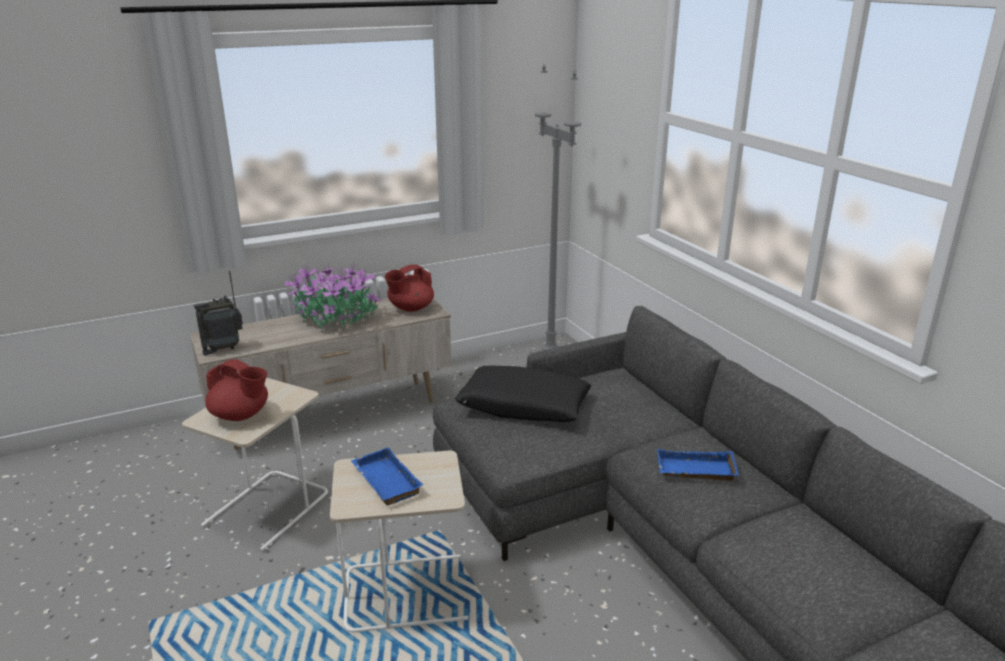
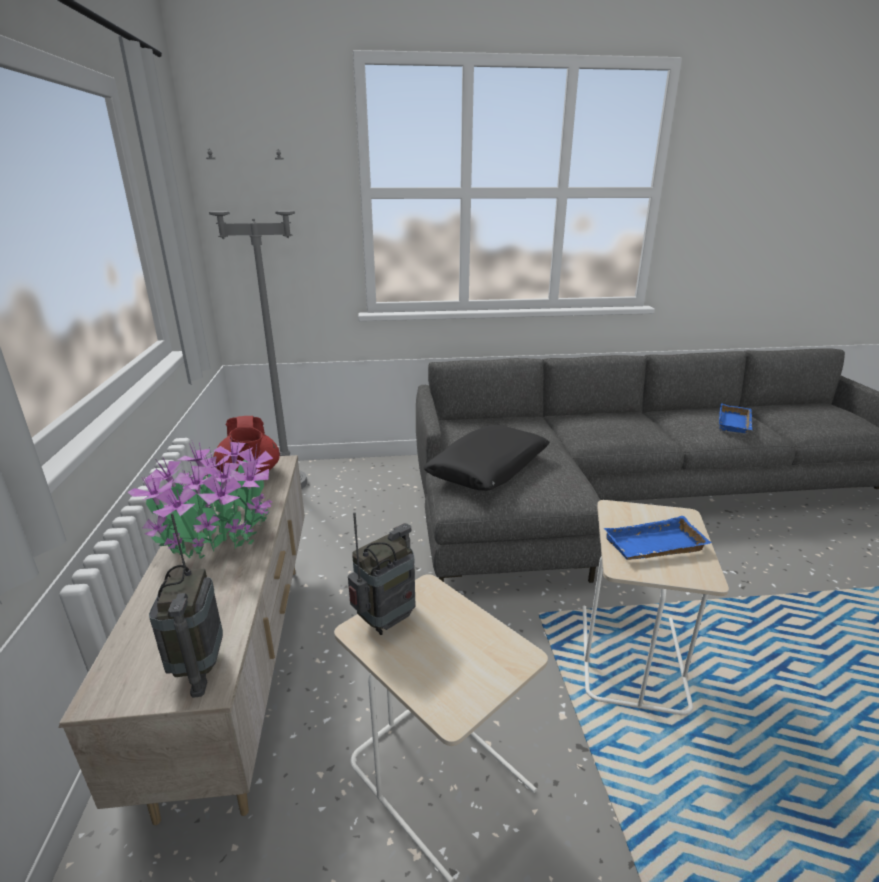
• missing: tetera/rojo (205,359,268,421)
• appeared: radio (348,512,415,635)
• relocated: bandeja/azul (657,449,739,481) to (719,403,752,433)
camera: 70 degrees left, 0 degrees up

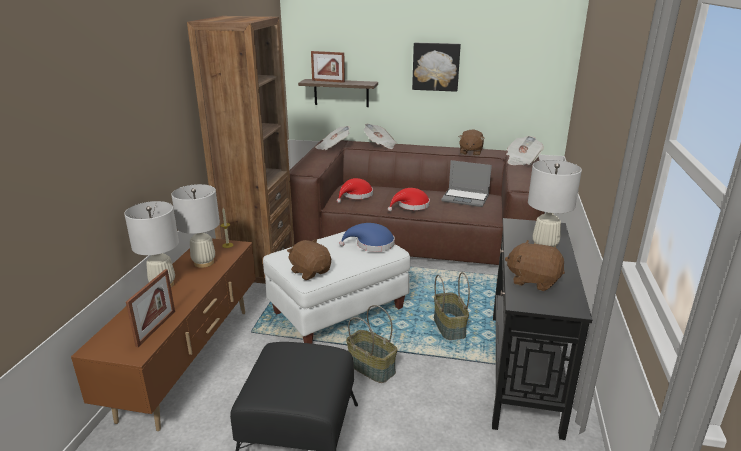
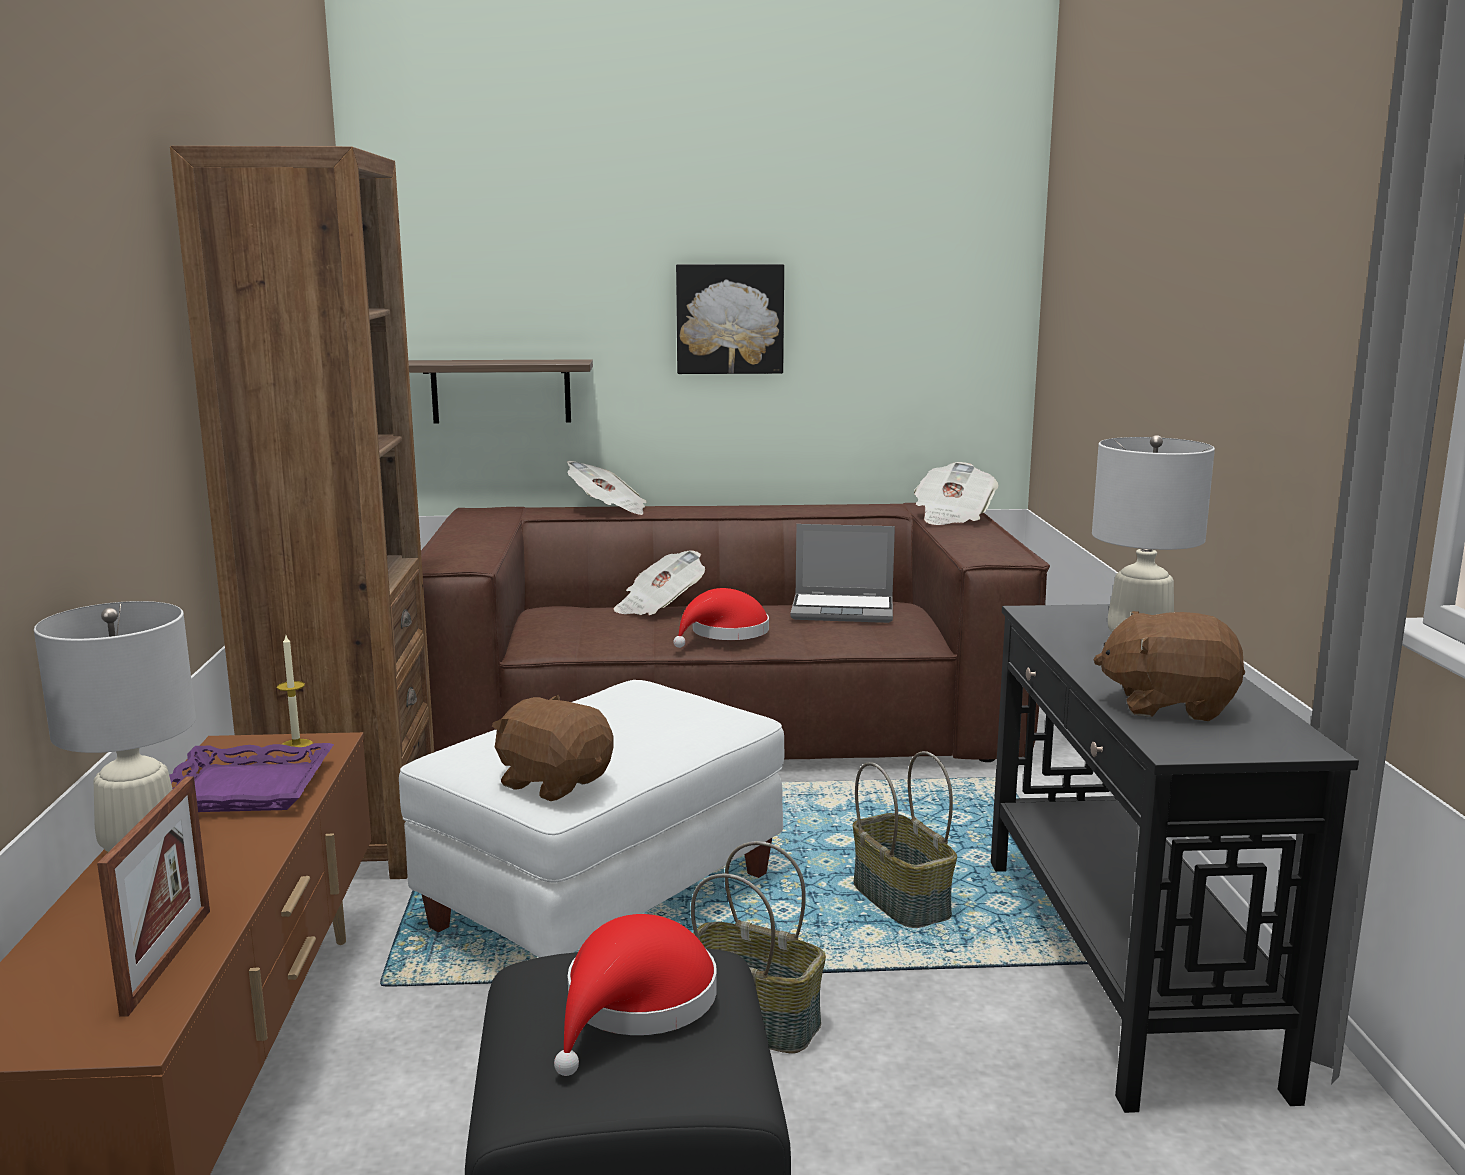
• missing: portarretratos (311,51,345,83)
• missing: sombrero/azul (339,223,395,252)
• missing: peluche/marrón (458,129,485,156)
• relocated: periódico (315,126,350,150) to (613,550,705,615)
• relocated: sombrero/rojo (337,178,373,203) to (554,914,717,1076)
• exchanged: lámpara de mesa/blanco (171,184,220,268) to bandeja/morado (169,743,334,812)
camera: 15 degrees left, 10 degrees down

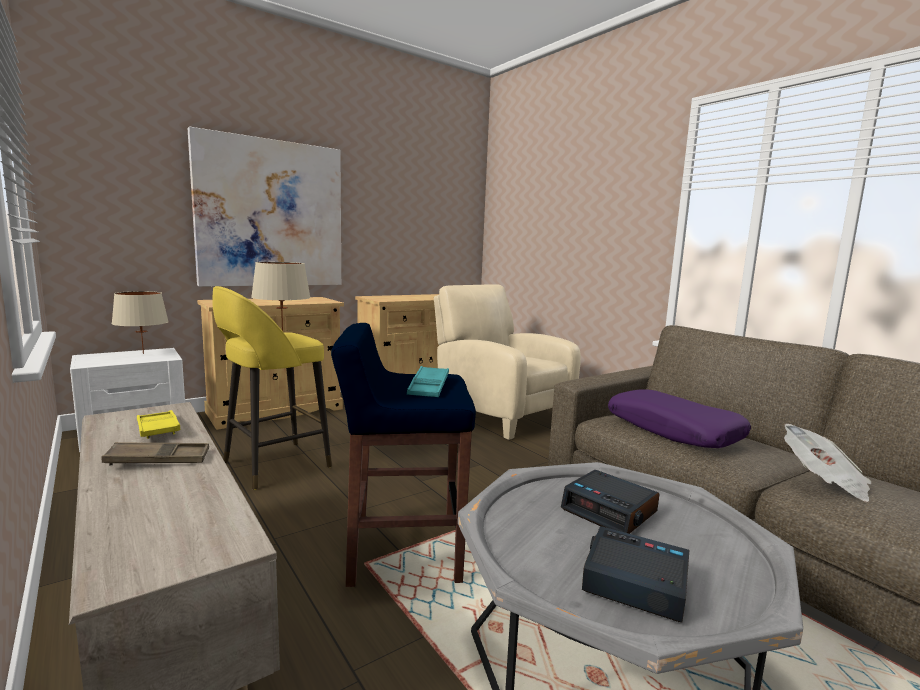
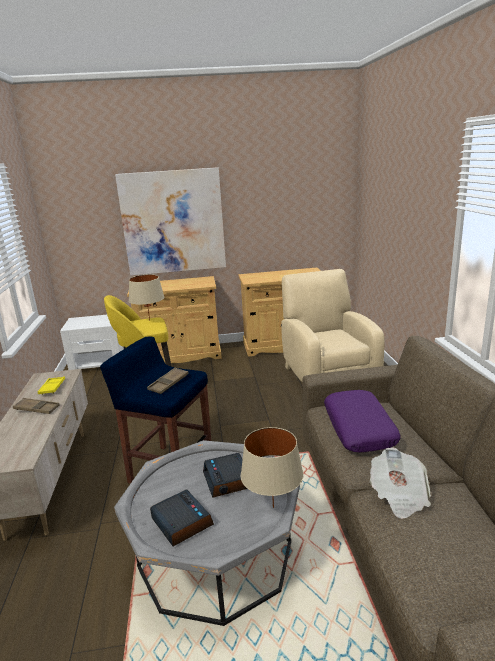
• relocated: lámpara de mesa/beis (111,291,169,354) to (241,427,304,508)
• colour: bandeja/turquesa (407,366,449,397) to bandeja/marrón (147,367,189,394)
camera: 30 degrees right, 10 degrees up

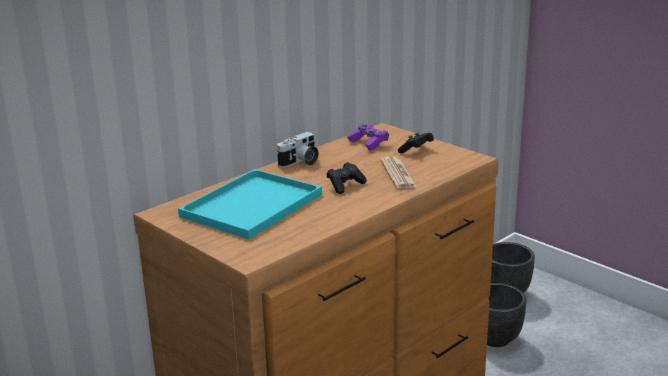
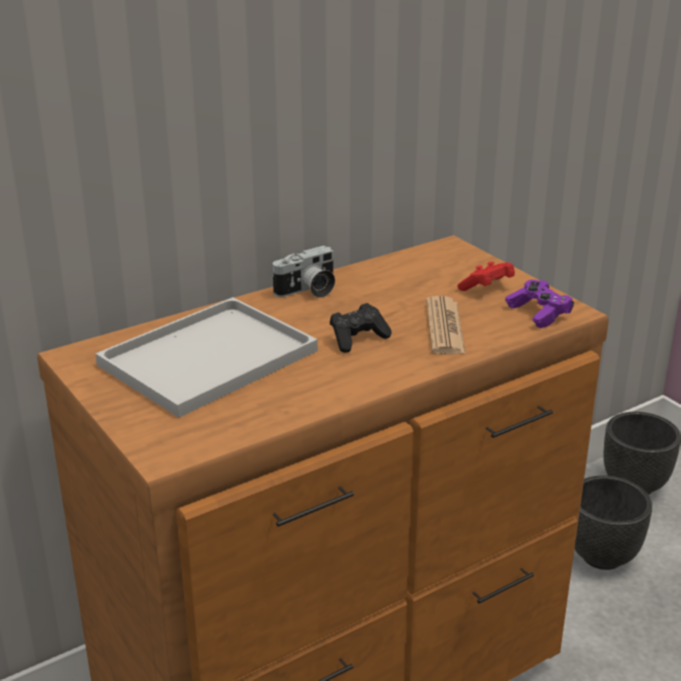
• relocated: mando de consola/morado (347,124,389,150) to (505,280,574,328)
• colour: bandeja/turquesa (178,169,322,239) to bandeja/blanco (95,297,318,418)
• colour: mando de consola/negro (398,133,434,153) to mando de consola/rojo (457,261,515,291)
camera: 10 degrees right, 5 degrees up

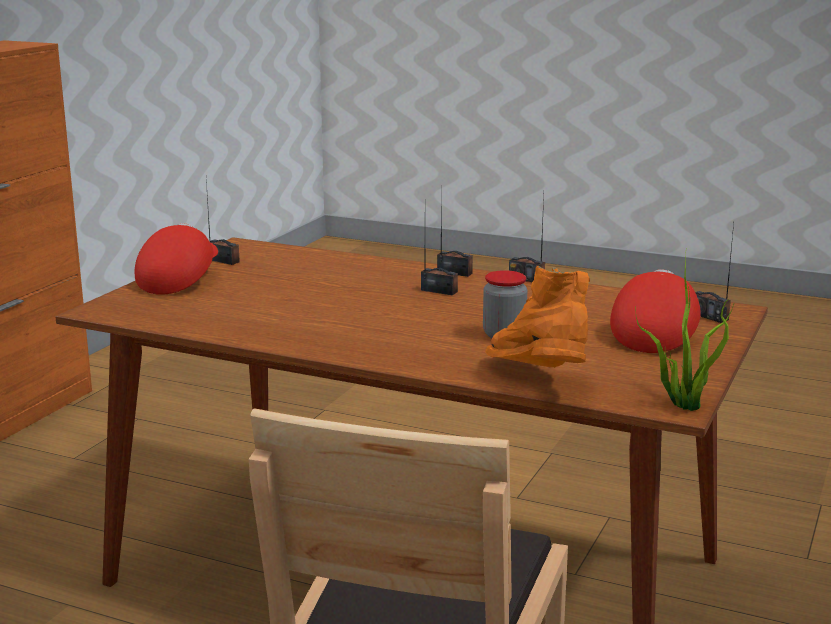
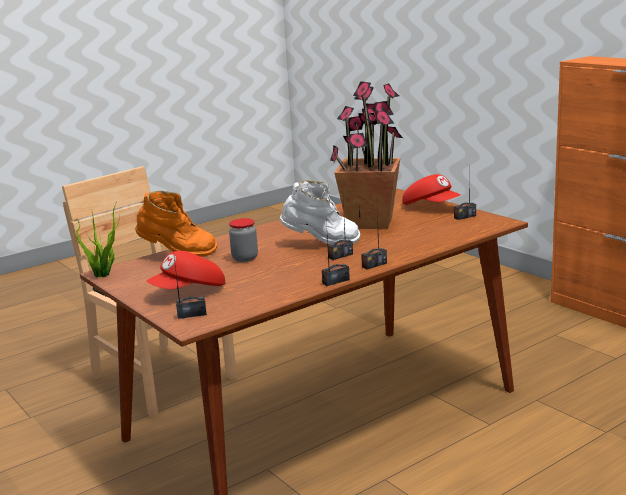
• appeared: bota/blanco (280,180,360,244)
• appeared: planta en maceta (330,81,403,229)
• spun: gorra/rojo (610,269,701,353) = (147,251,225,289) 90 degrees clockwise
camera: 120 degrees right, 0 degrees up

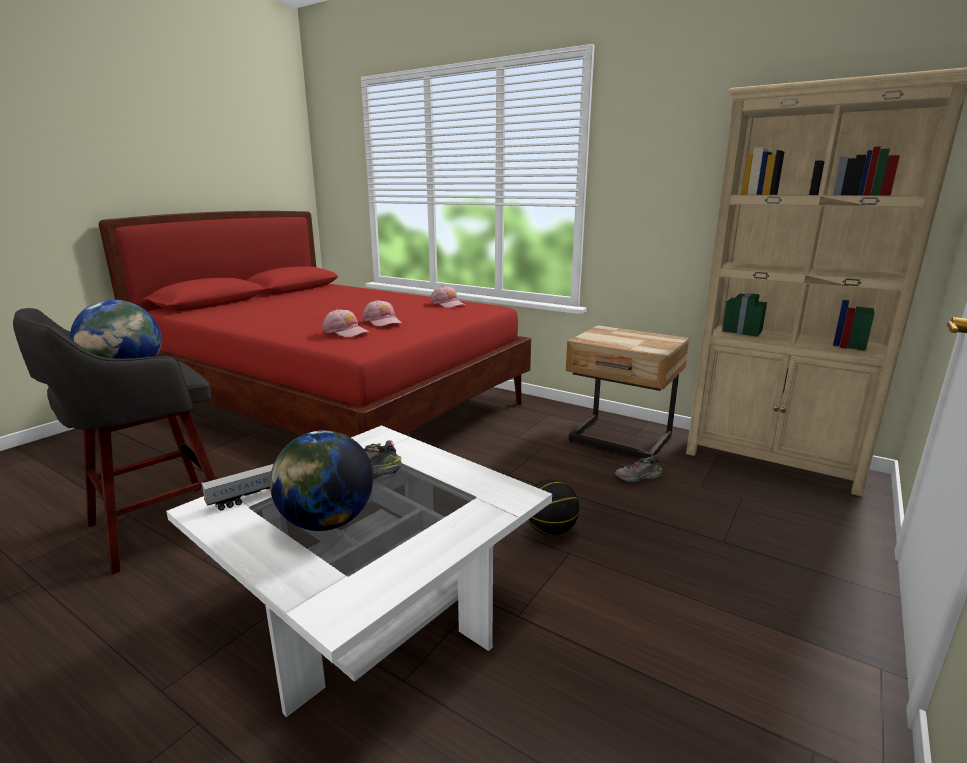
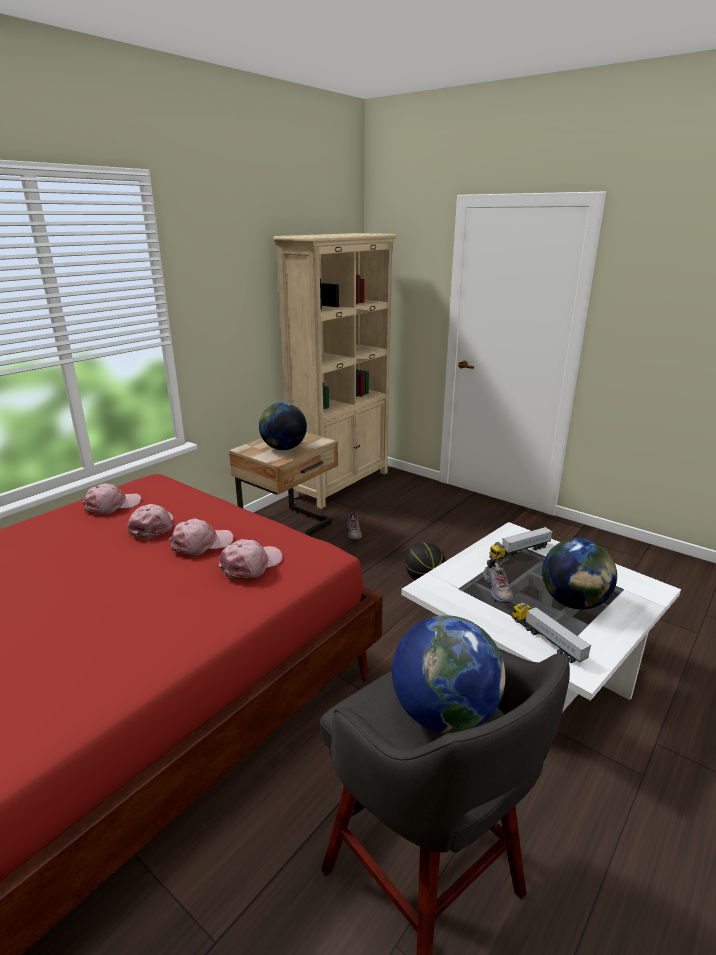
• appeared: gorra/rosa (127,504,174,539)
• appeared: globo terráqueo (259,403,307,450)
• appeared: camión de juguete (489,527,553,561)
camera: 85 degrees left, 5 degrees up

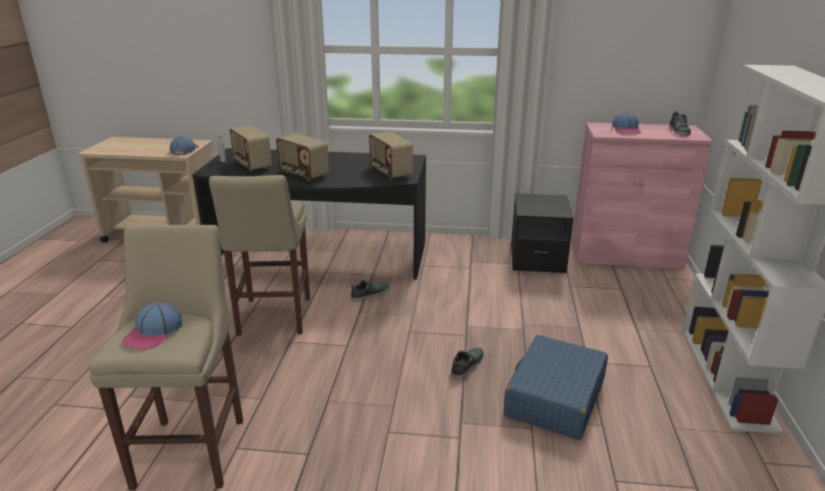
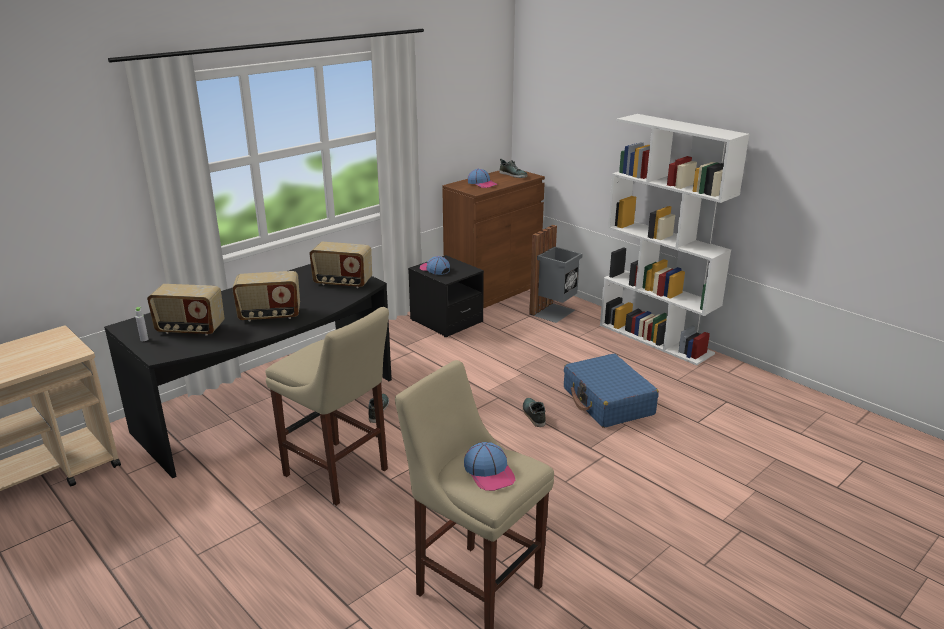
• appeared: papelera/gris (529,225,582,323)
• relocated: gorra (170,136,199,155) to (420,256,450,275)
• colour: armario/rosa (571,122,713,269) to armario/marrón (442,171,545,308)
camera: 50 degrees left, 0 degrees up

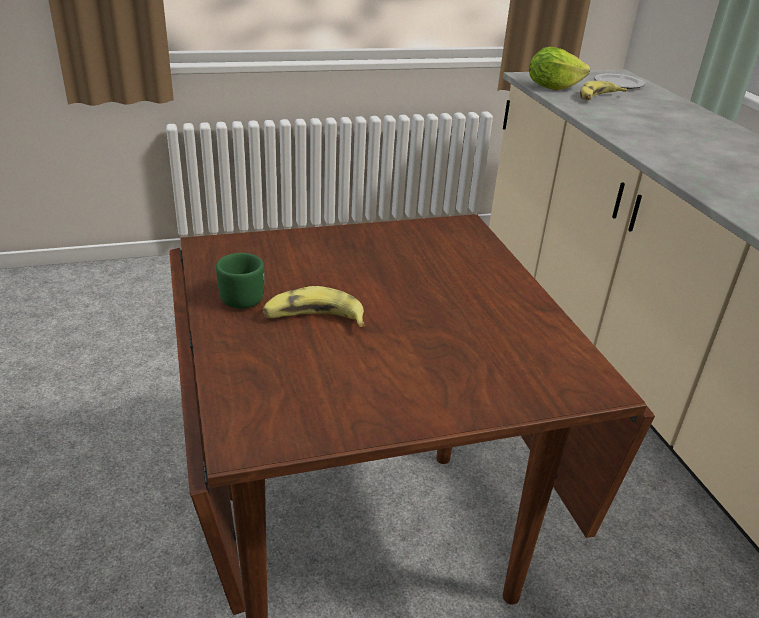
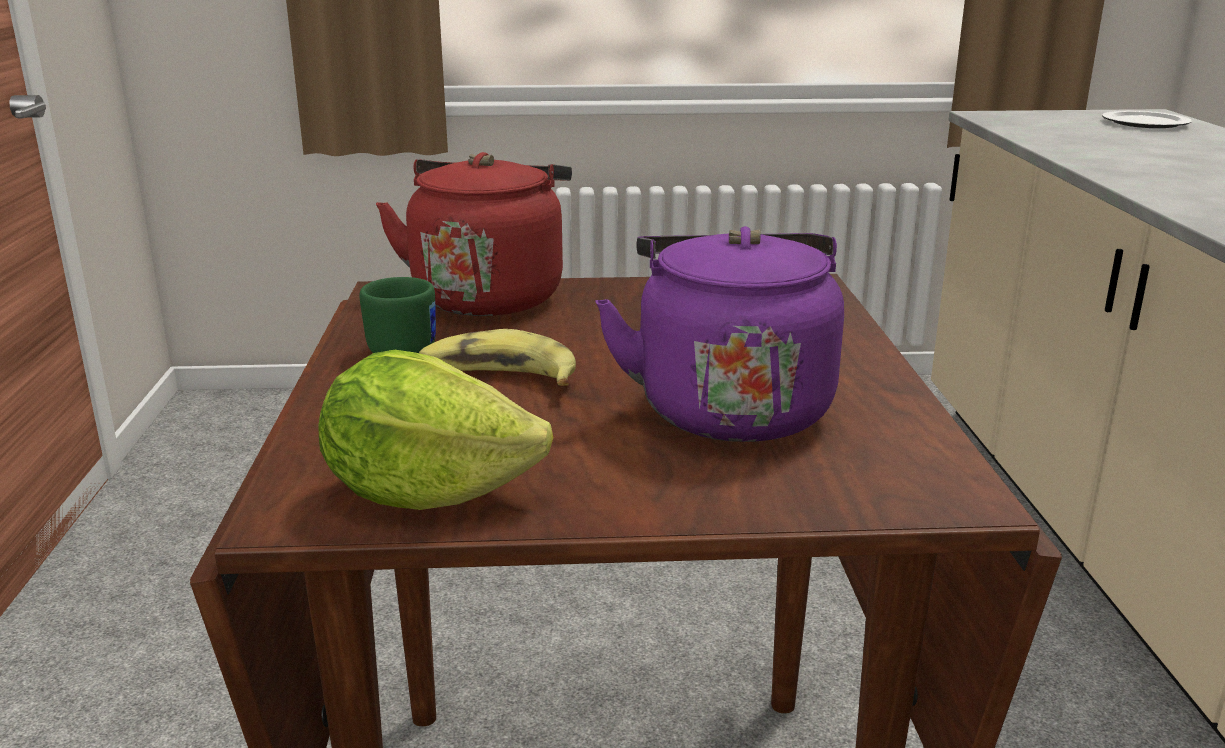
• missing: plátano (580,81,627,100)
• appeared: hervidor/rojo (376,152,572,316)
• appeared: hervidor/morado (595,226,844,442)
• relocated: lechuga (529,47,590,90) to (318,350,553,510)
camera: 15 degrees right, 10 degrees down

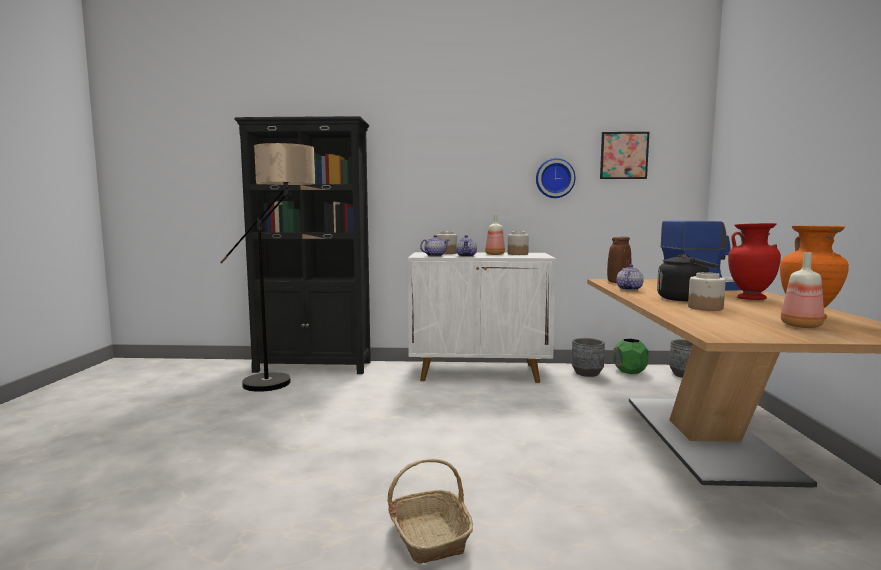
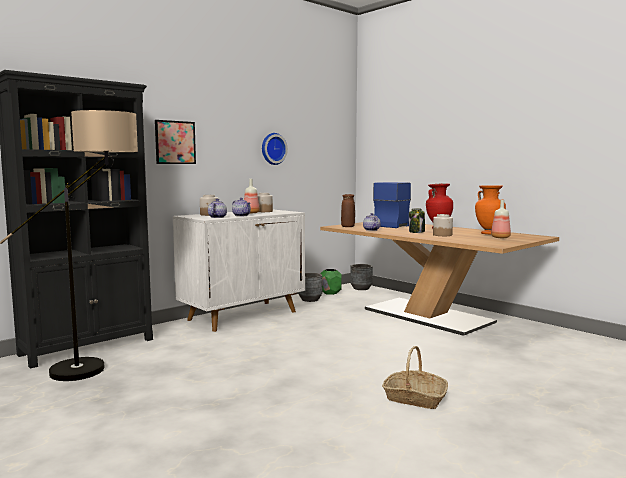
• relocated: cuadro (600,132,649,179) to (155,120,196,164)
• exchanged: hervidor/negro (657,254,719,301) to tarro (409,208,425,233)
camera: 45 degrees left, 0 degrees up

